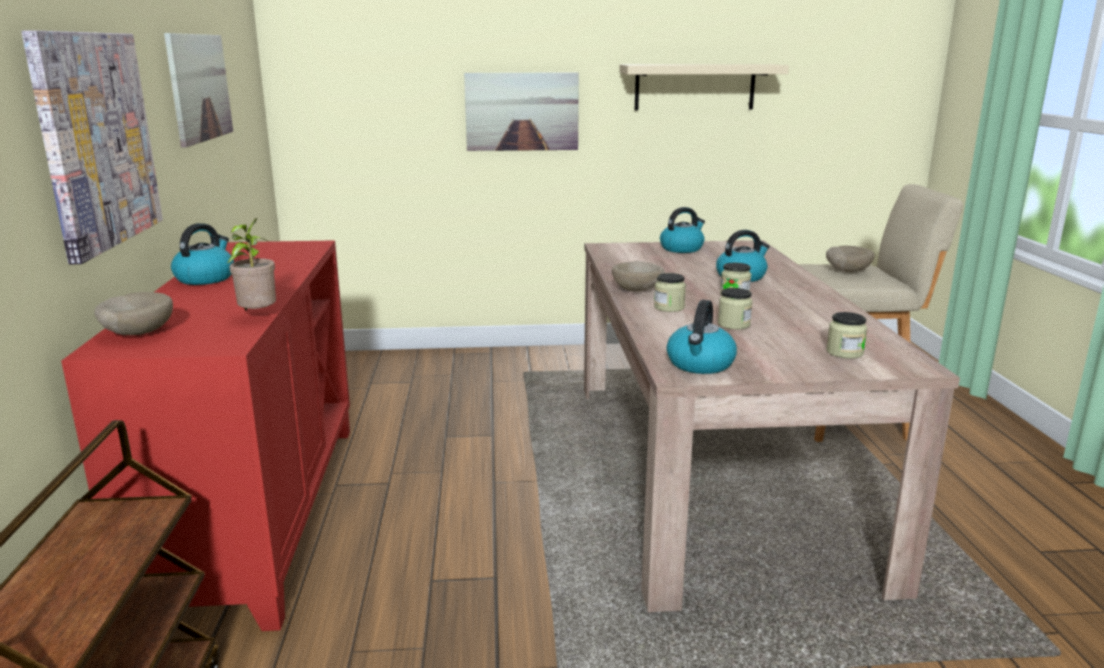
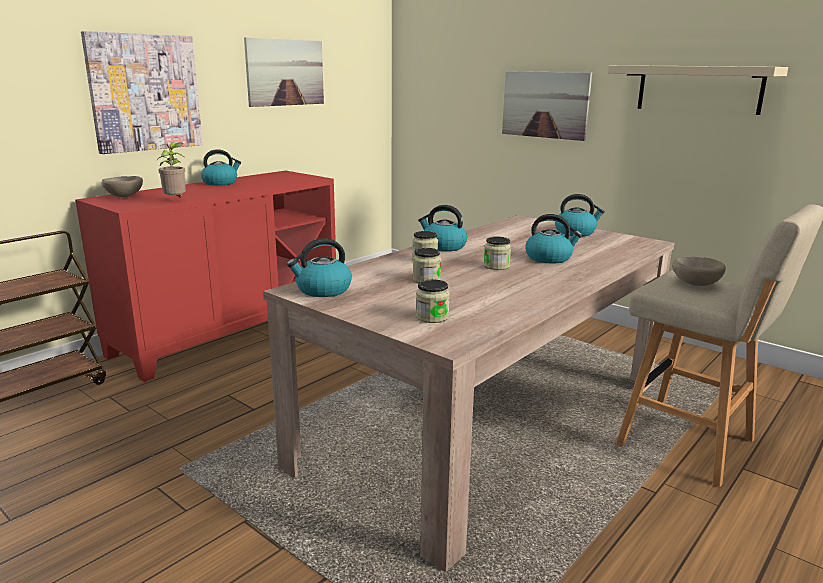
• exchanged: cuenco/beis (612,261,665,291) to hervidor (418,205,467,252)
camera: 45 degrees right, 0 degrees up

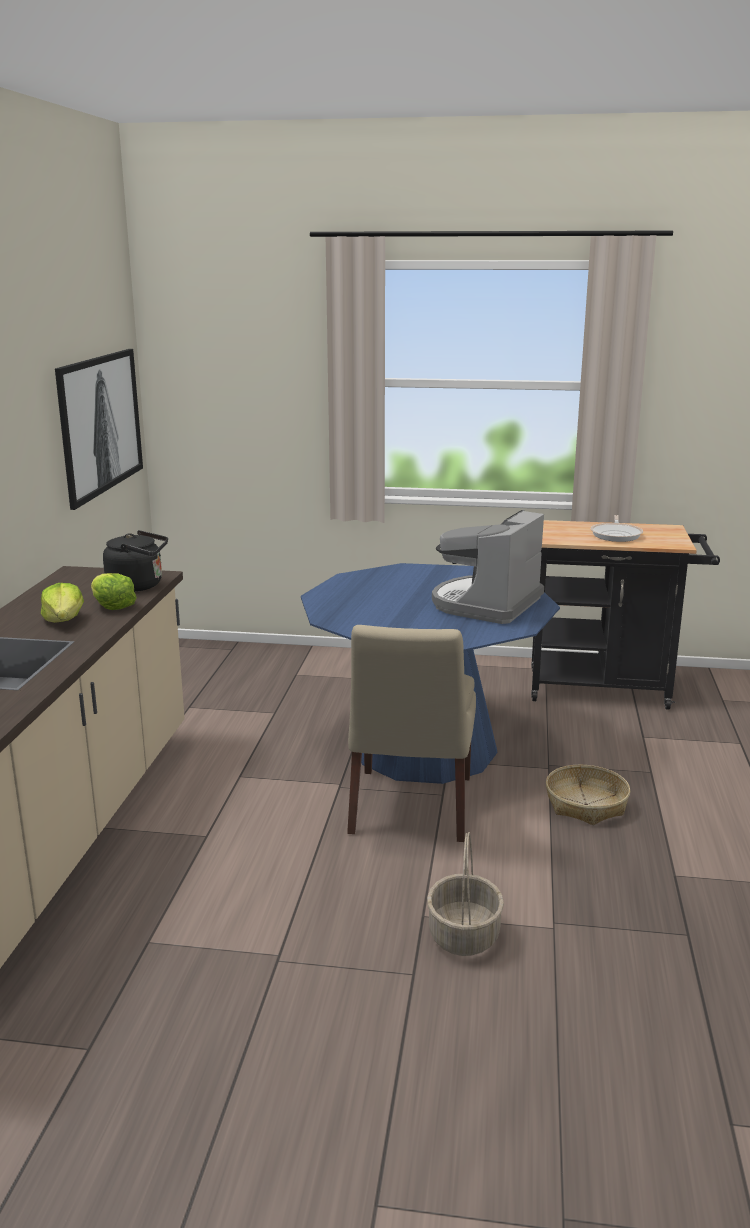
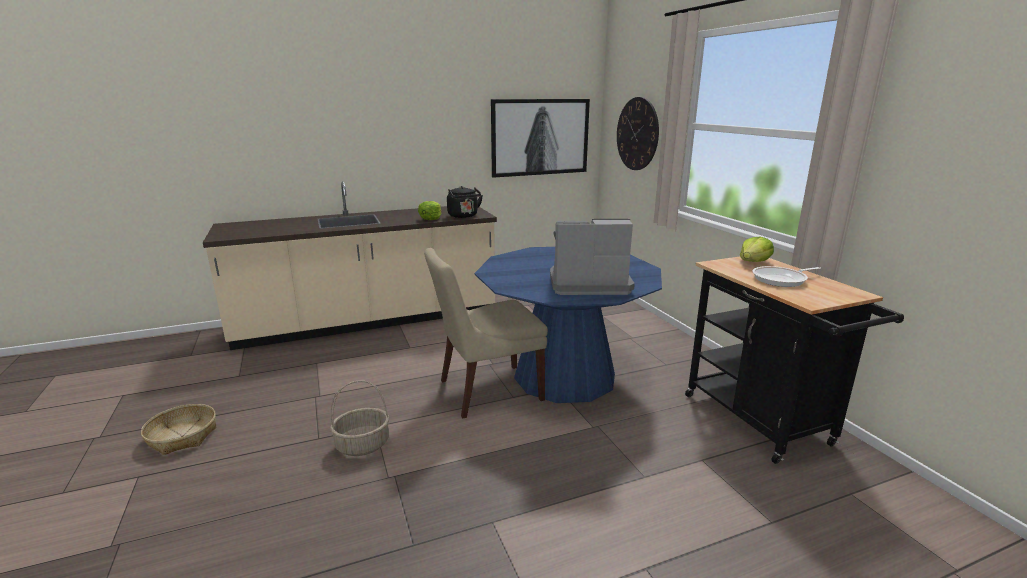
• appeared: reloj de pared (617,97,659,170)
• relocated: lechuga (41,583,84,623) to (740,237,774,262)
• relocated: cesta (546,765,630,825) to (141,404,216,455)
camera: 60 degrees right, 0 degrees up

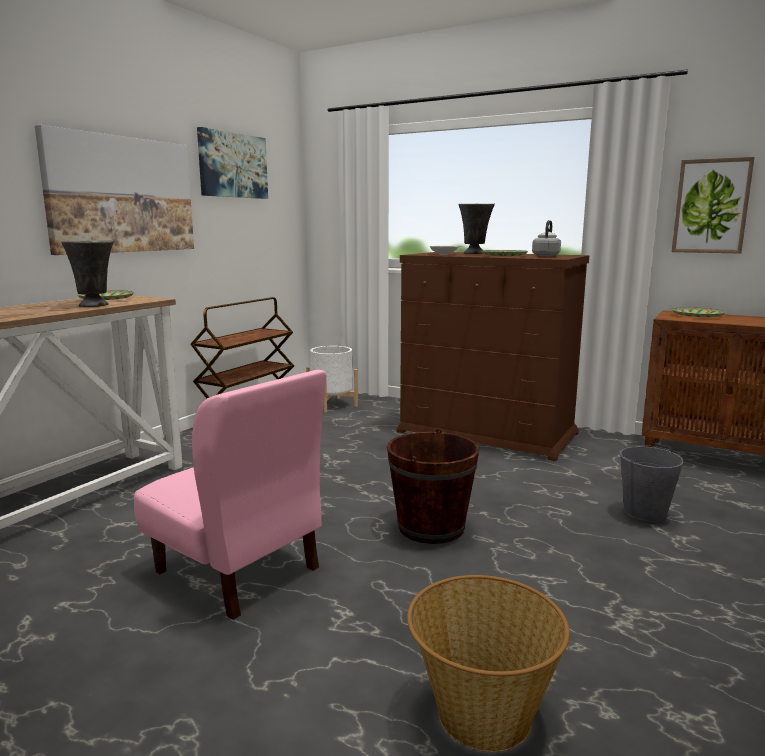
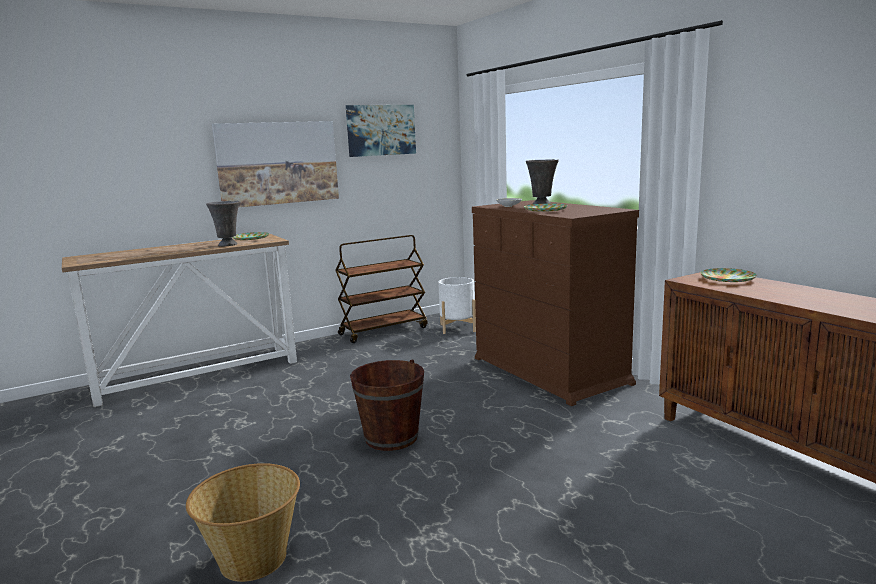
• missing: silla/rosa (134,370,326,620)
• missing: hervidor/gris (532,220,561,256)
• missing: cubo/gris (619,445,684,524)
• missing: cuadro (672,157,754,254)
camera: 30 degrees right, 0 degrees up

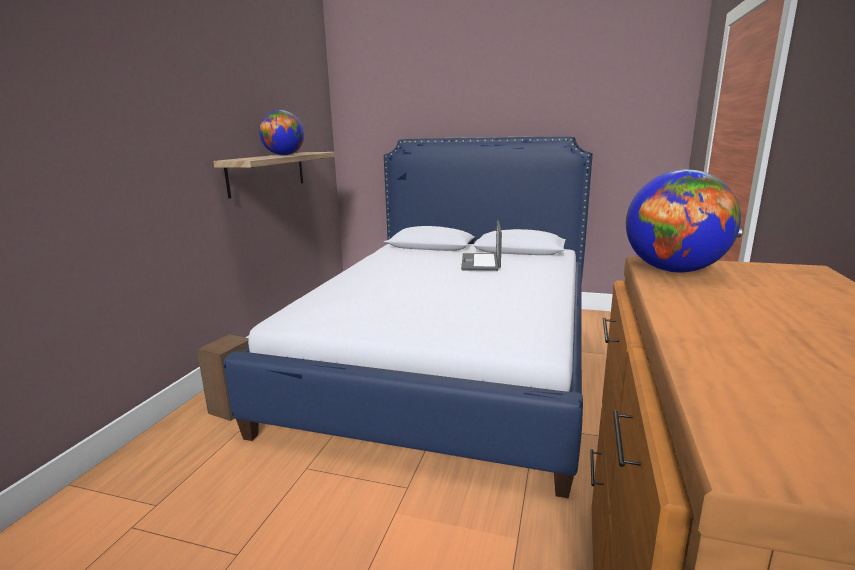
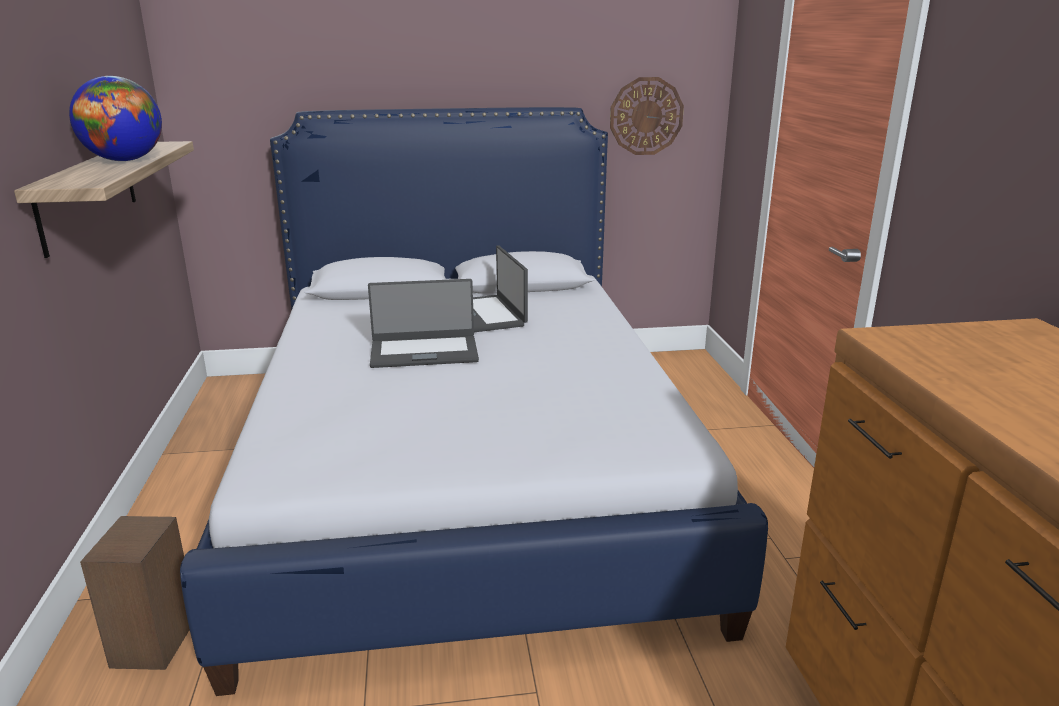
• missing: globo terráqueo (626,170,741,273)
• appeared: portátil (368,279,479,368)
• appeared: reloj de pared (610,77,684,155)
camera: 25 degrees left, 5 degrees up

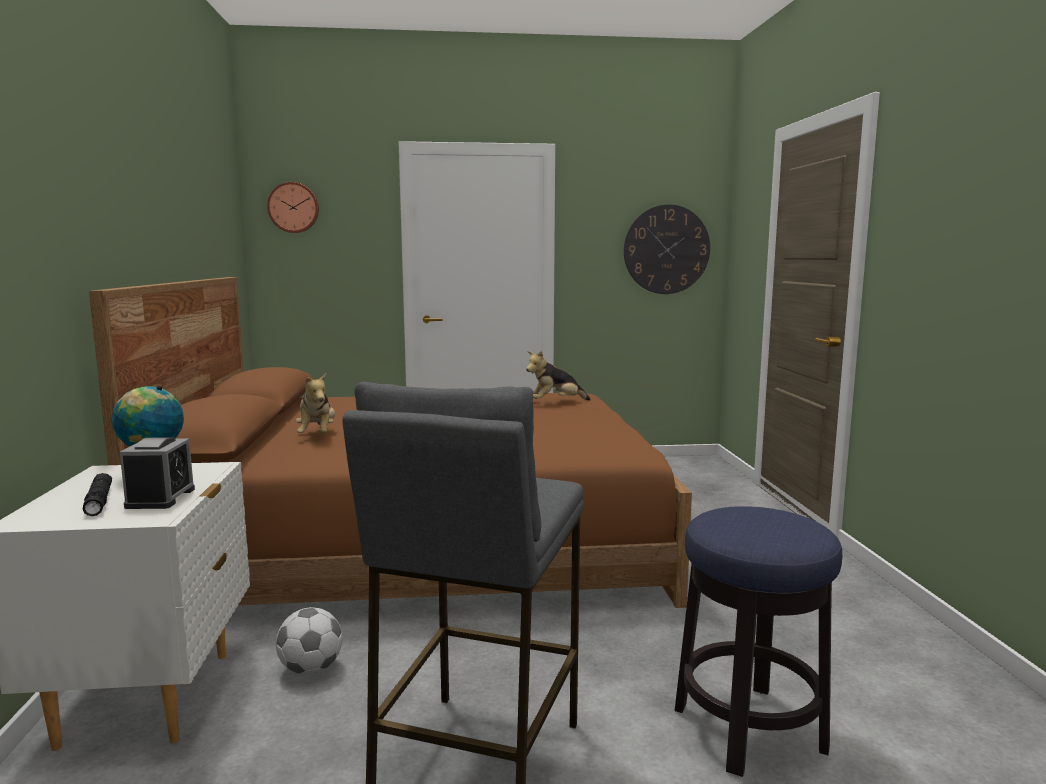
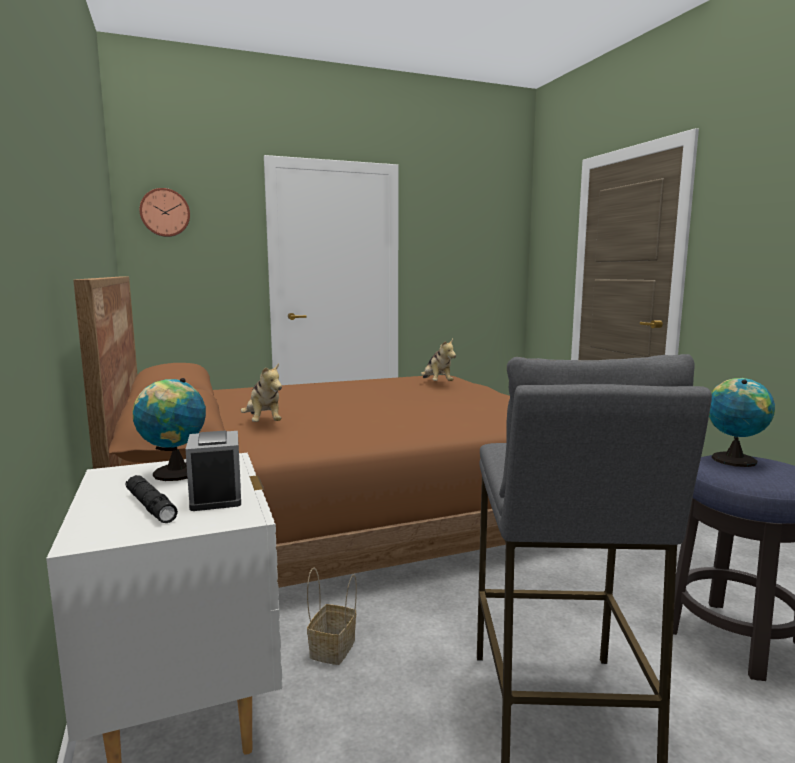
• missing: reloj de pared (624,204,710,294)
• appeared: globo terráqueo (709,378,775,467)
• exchanged: balón de fútbol (276,607,342,675) to cesta (307,567,357,665)
• spun: peluche (526,351,591,401) = (421,339,456,381) 75 degrees counterclockwise
camera: 15 degrees left, 0 degrees up

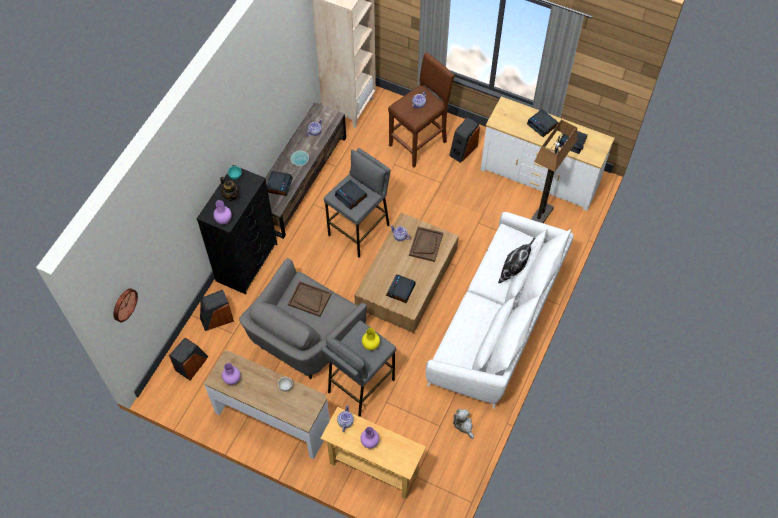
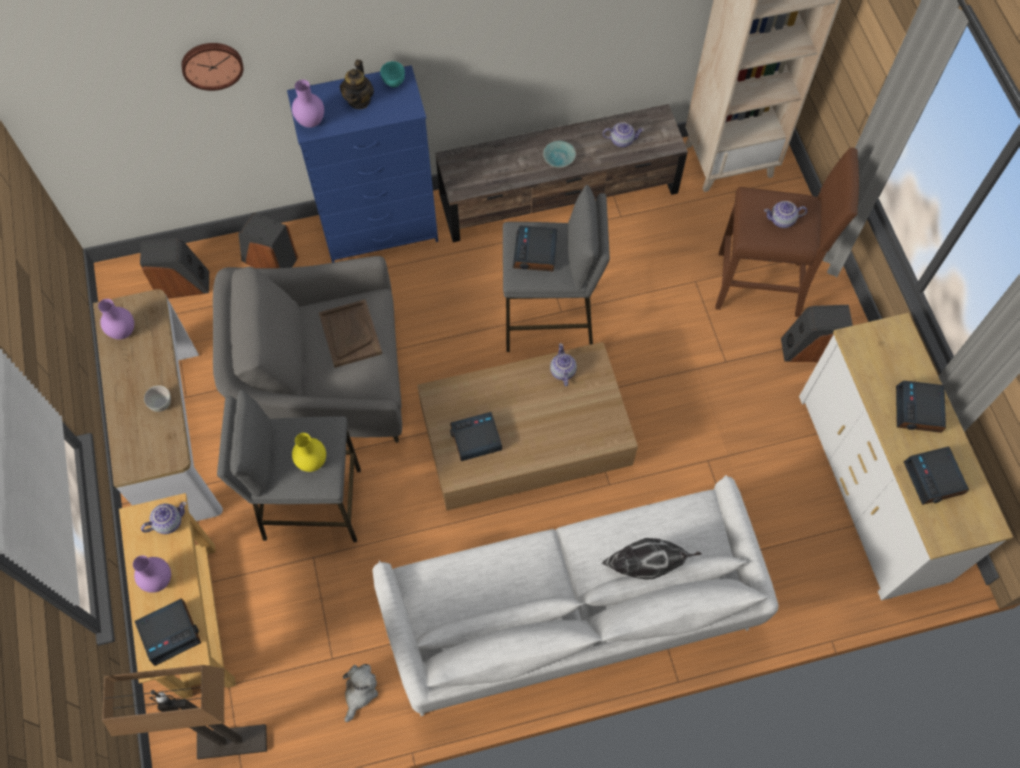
• missing: bandeja/marrón (409,226,443,262)
• relocated: reloj de pared (114,288,138,322) to (181,43,243,91)
• relocated: despertador (267,171,293,196) to (135,598,201,666)
• relocated: lámpara de pie (531,119,577,223) to (102,665,267,759)
• colour: cómoda/negro (197,165,277,294) to cómoda/azul (287,65,438,263)
camera: 50 degrees right, 5 degrees up

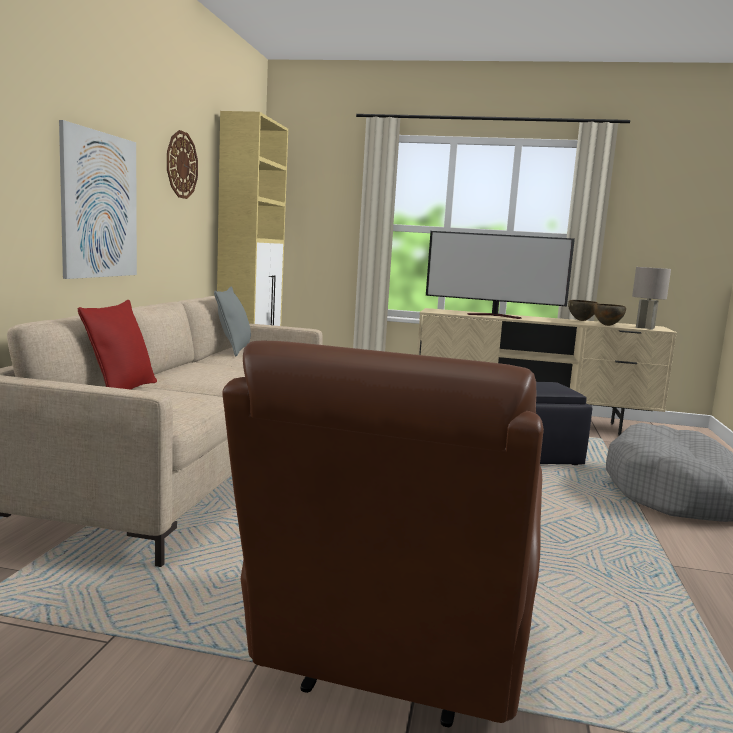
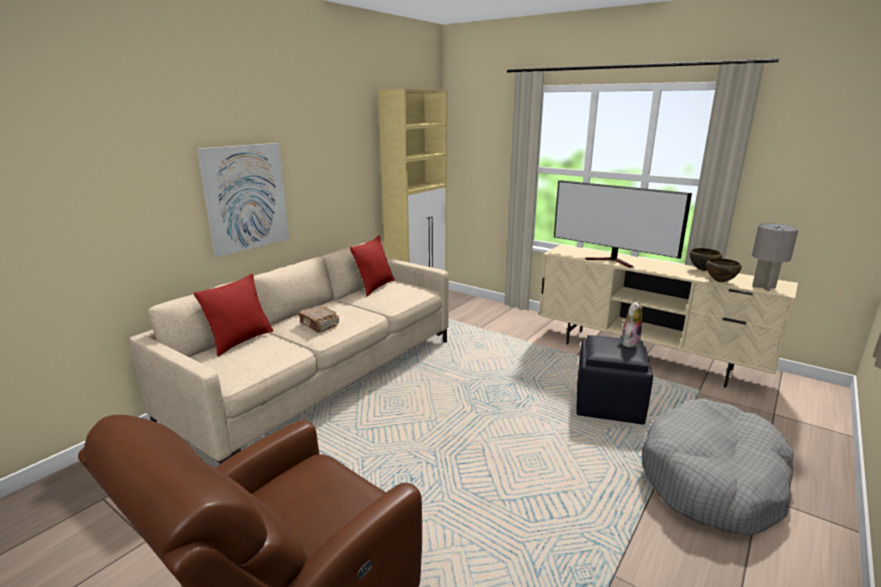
• missing: reloj de pared (167,130,198,199)
• appeared: libro/marrón (298,305,339,333)
• appeared: peluche (621,302,643,347)
• colour: cojín/gris (214,287,251,357) to cojín/rojo (350,235,395,296)
camera: 25 degrees right, 10 degrees up

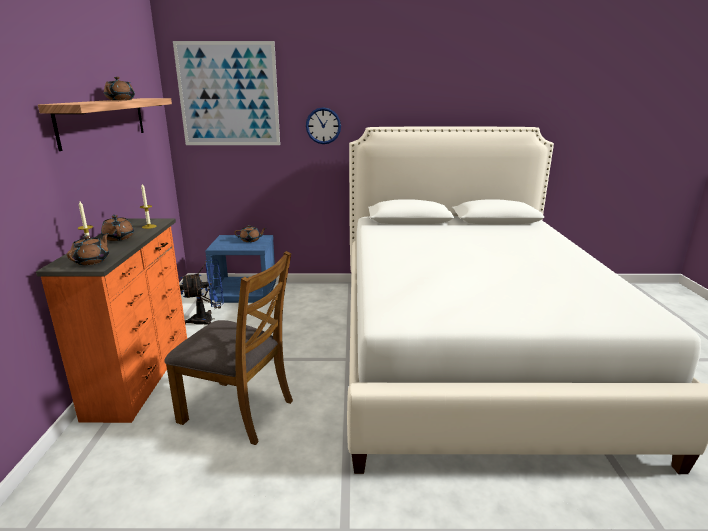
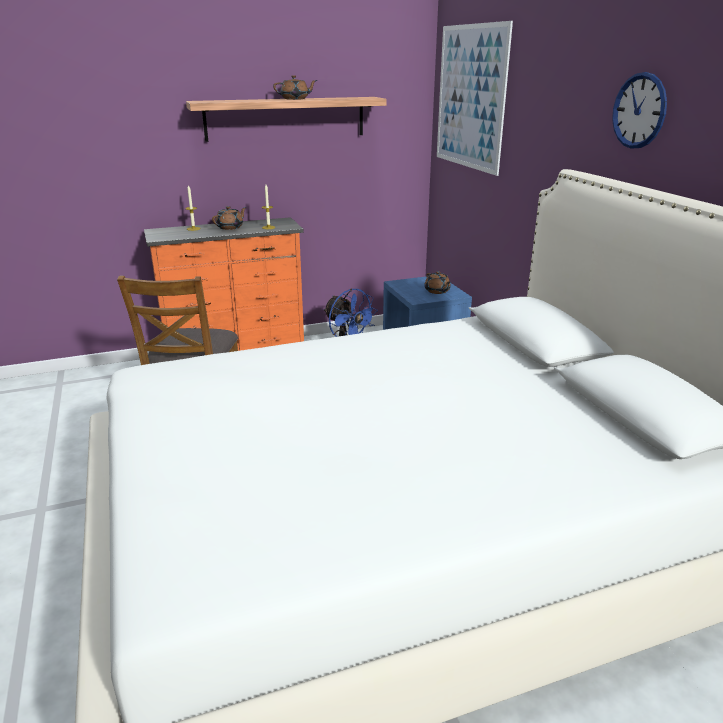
• missing: tetera/marrón (67,233,109,265)
• relocated: reloj de pared (306,107,341,144) to (612,72,667,149)
camera: 70 degrees right, 5 degrees up

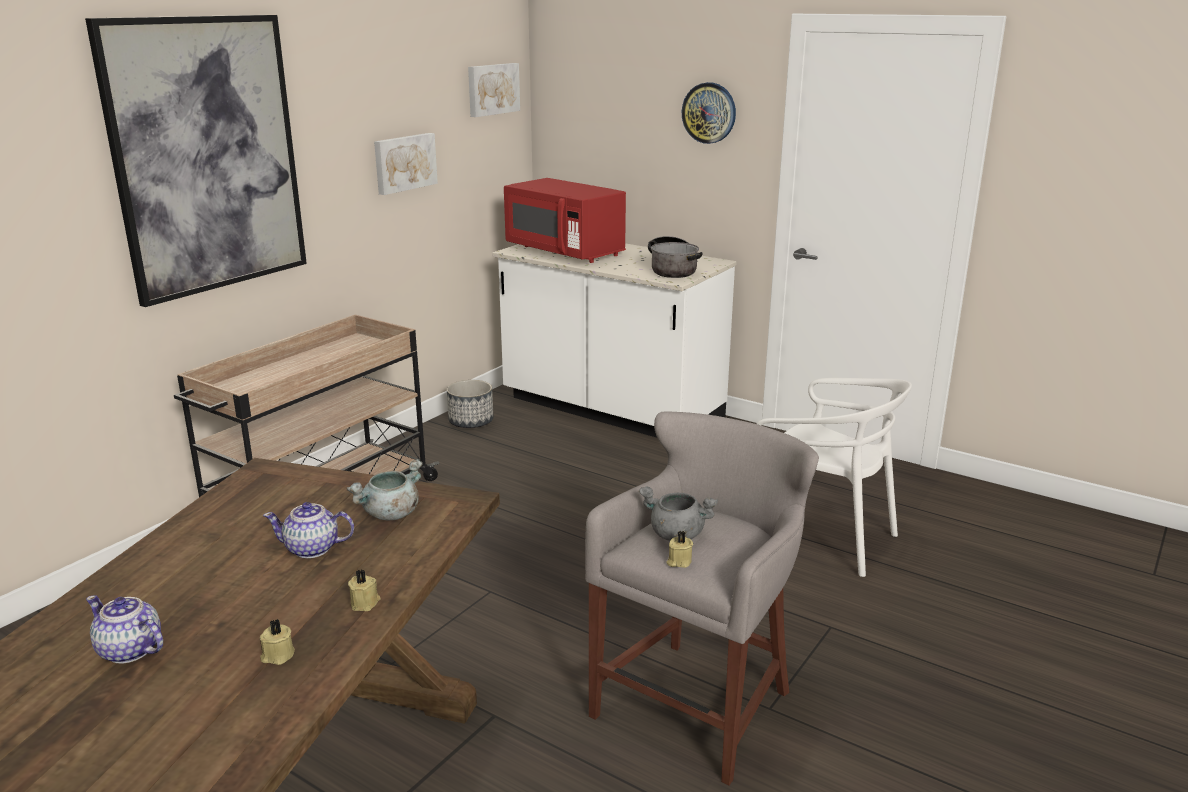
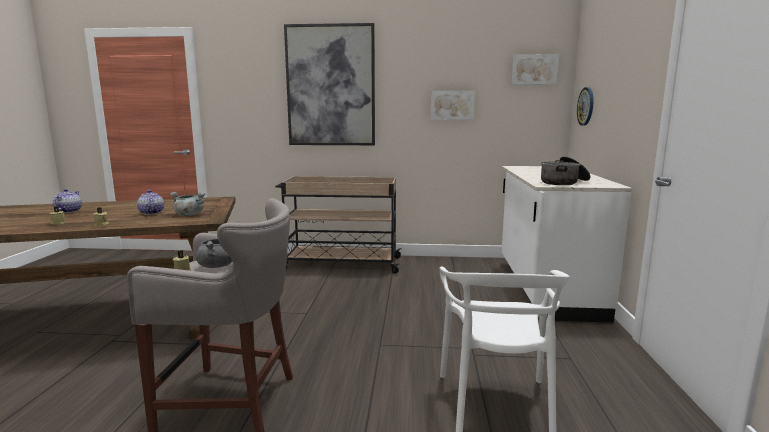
• missing: maceta (447,380,493,428)
• missing: microondas/rojo (504,178,626,263)
• relocated: reloj de pared (682,82,736,144) to (577,87,593,126)
camera: 60 degrees right, 10 degrees down

